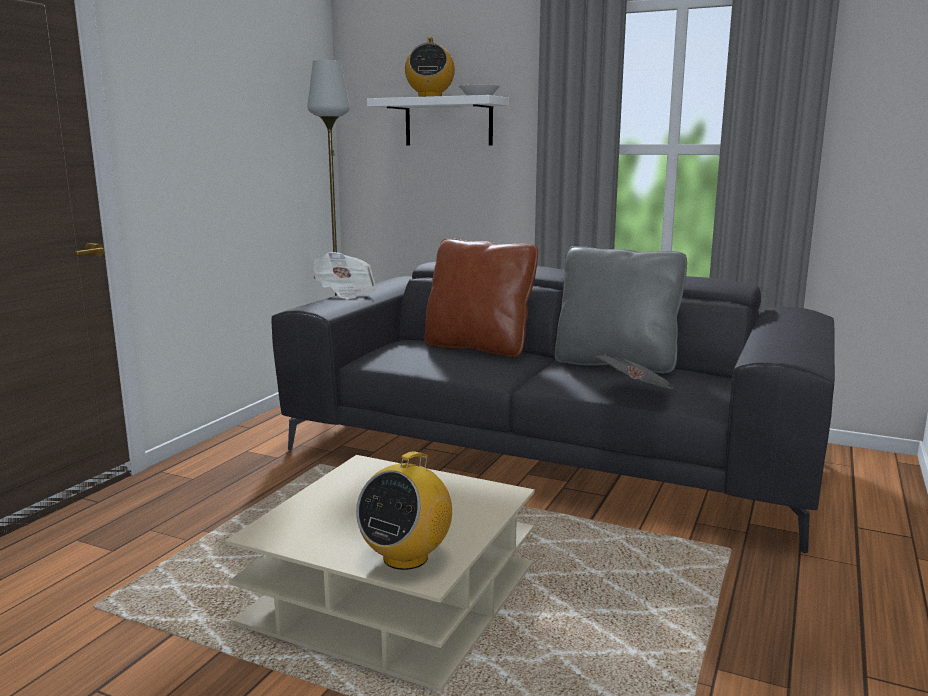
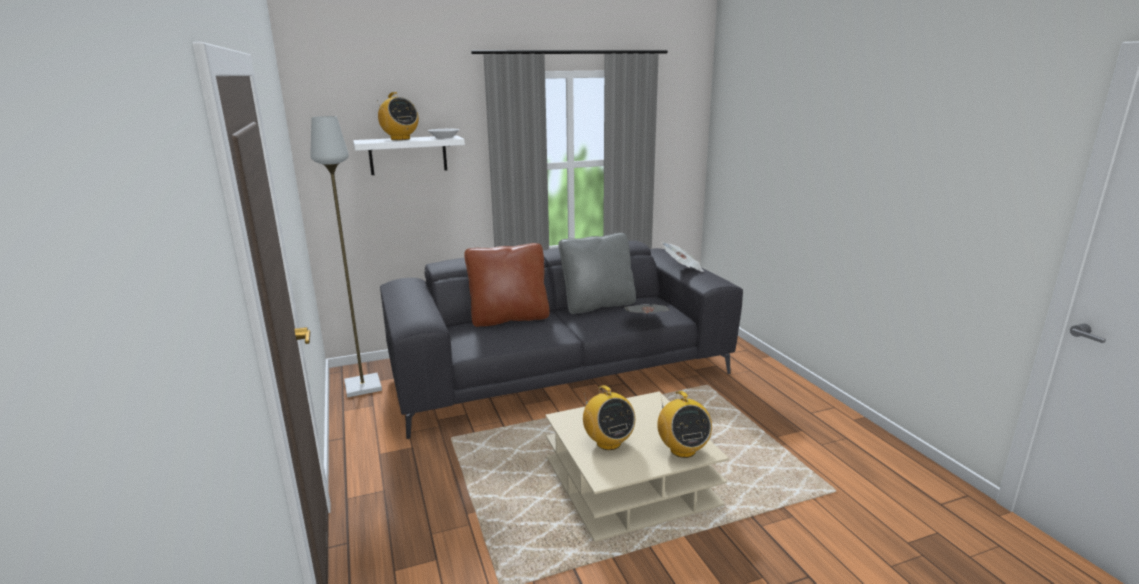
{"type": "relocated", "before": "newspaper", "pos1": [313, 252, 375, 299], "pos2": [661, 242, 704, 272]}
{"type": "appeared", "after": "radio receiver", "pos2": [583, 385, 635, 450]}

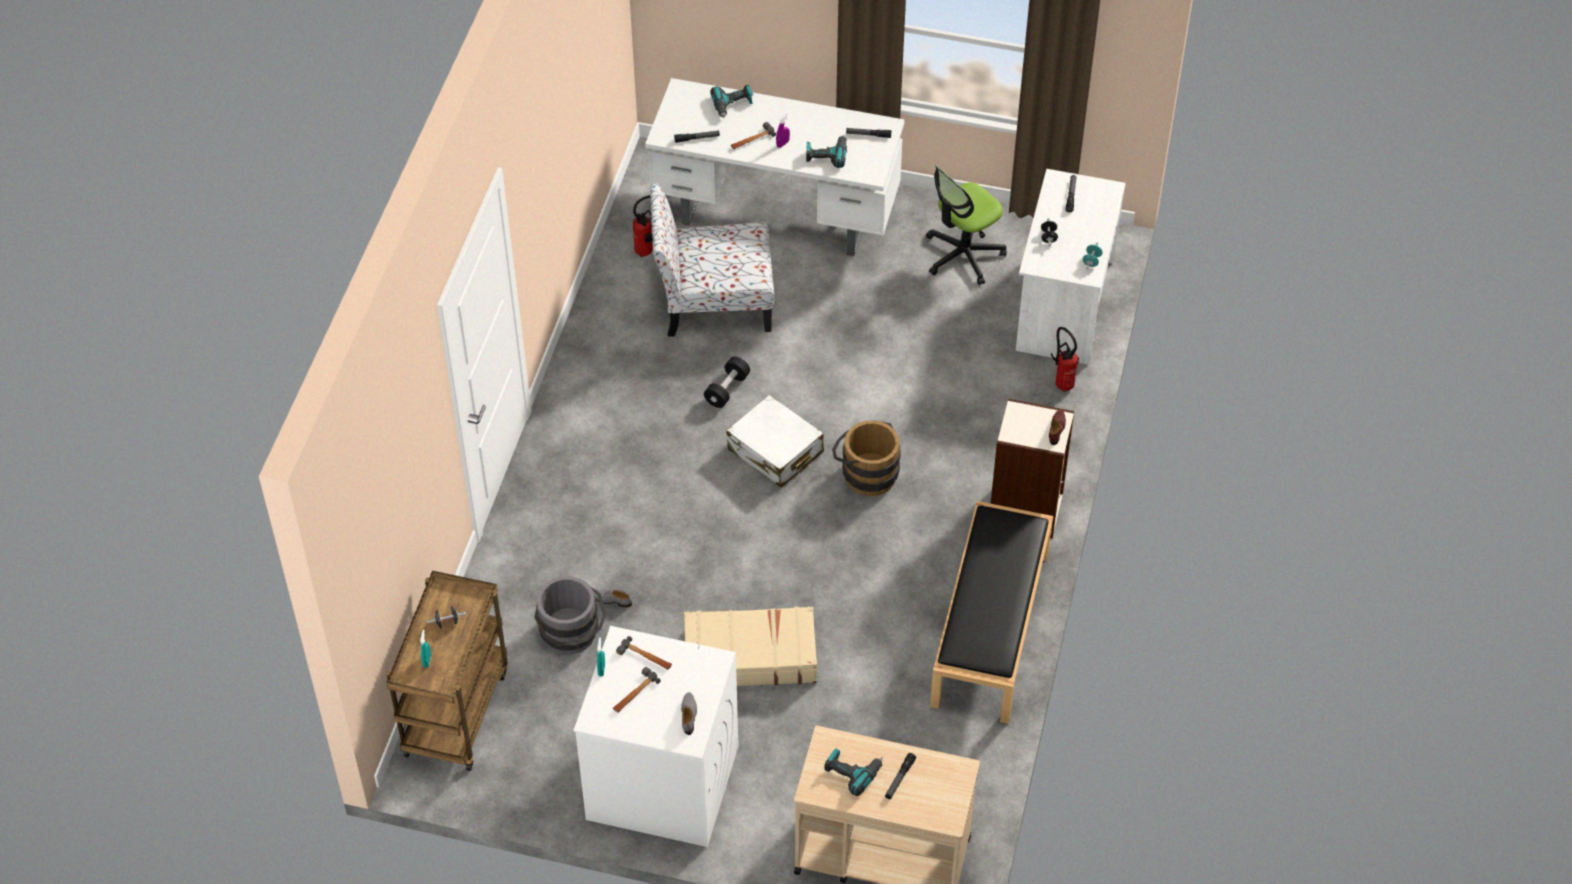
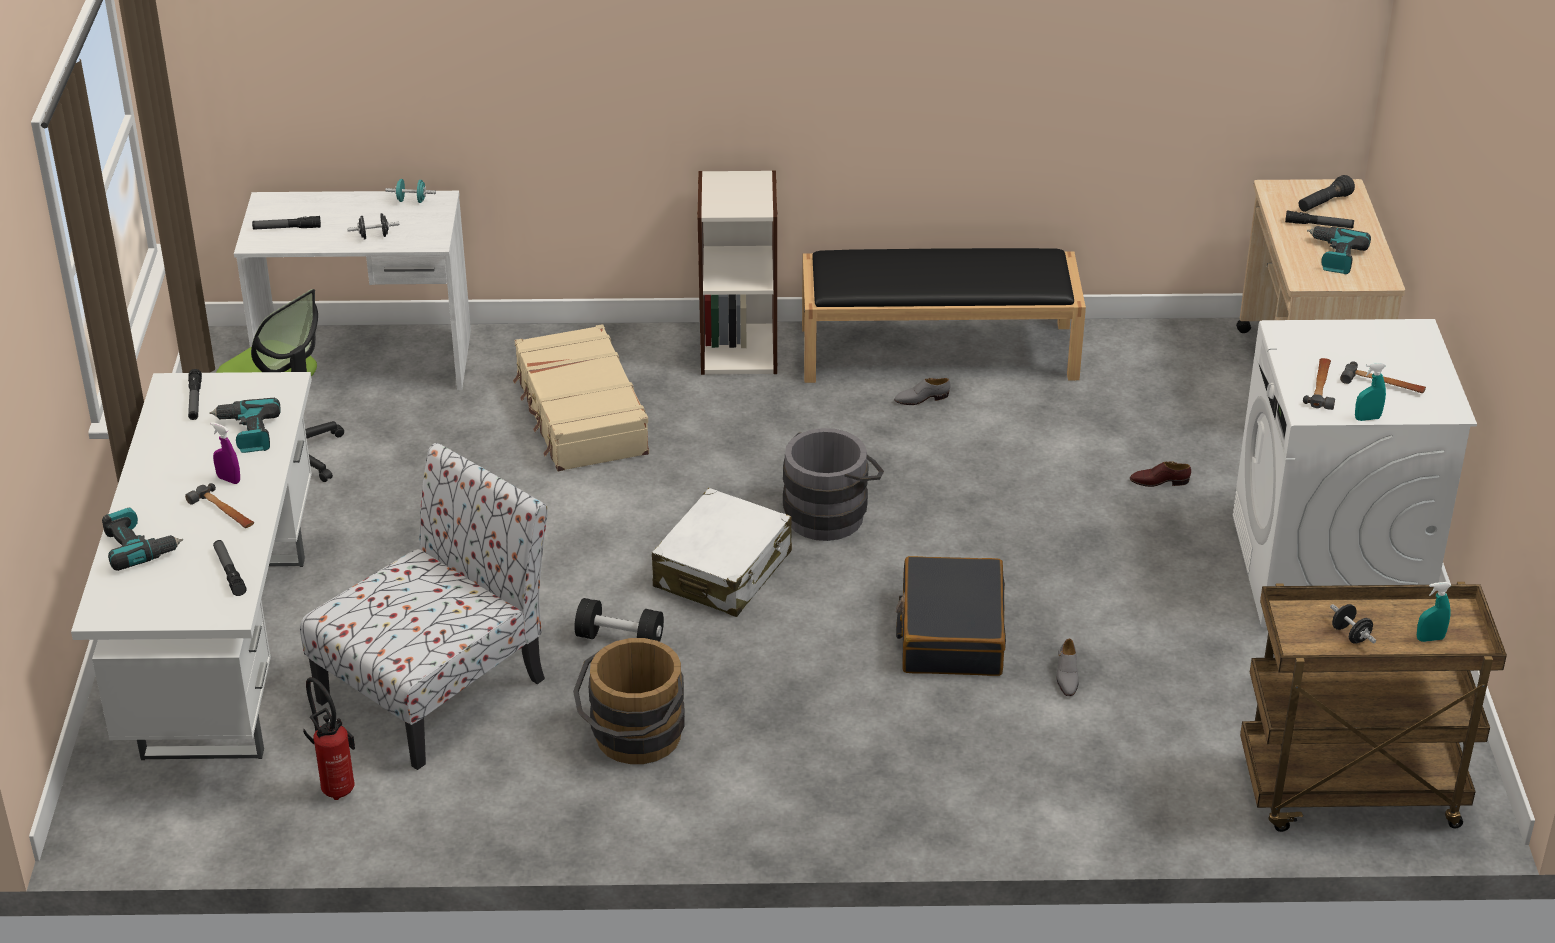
{"type": "spun", "before": "plain chair", "pos1": [650, 183, 774, 337], "pos2": [300, 443, 548, 770], "turn": -120}
{"type": "missing", "before": "fire extinguisher", "pos1": [1051, 327, 1079, 392]}
{"type": "relocated", "before": "brownish item of footwear", "pos1": [1049, 410, 1066, 445], "pos2": [1130, 461, 1191, 487]}
{"type": "relocated", "before": "brownish bucket", "pos1": [832, 420, 901, 496], "pos2": [573, 638, 685, 764]}
{"type": "relocated", "before": "grey bucket", "pos1": [534, 576, 606, 655], "pos2": [783, 428, 884, 541]}
{"type": "relocated", "before": "sand-coloured travel case", "pos1": [684, 606, 817, 686], "pos2": [513, 324, 649, 471]}
{"type": "relocated", "before": "grey item of footwear", "pos1": [681, 692, 697, 735], "pos2": [894, 378, 950, 405]}
{"type": "appeared", "after": "black flashlight", "pos2": [1299, 175, 1355, 212]}
{"type": "appeared", "after": "black travel case", "pos2": [896, 556, 1006, 676]}

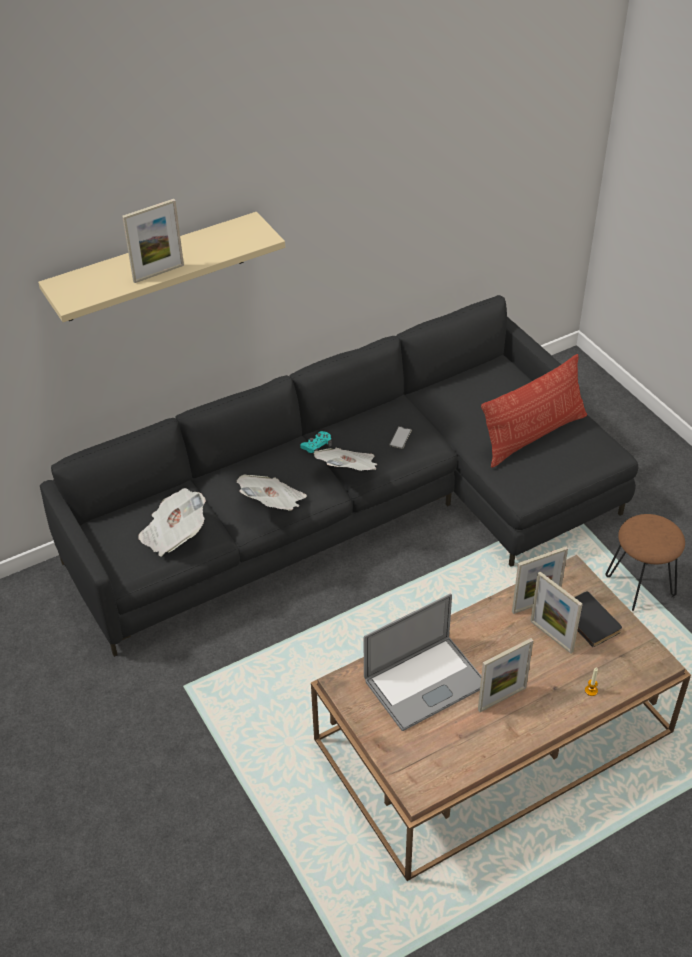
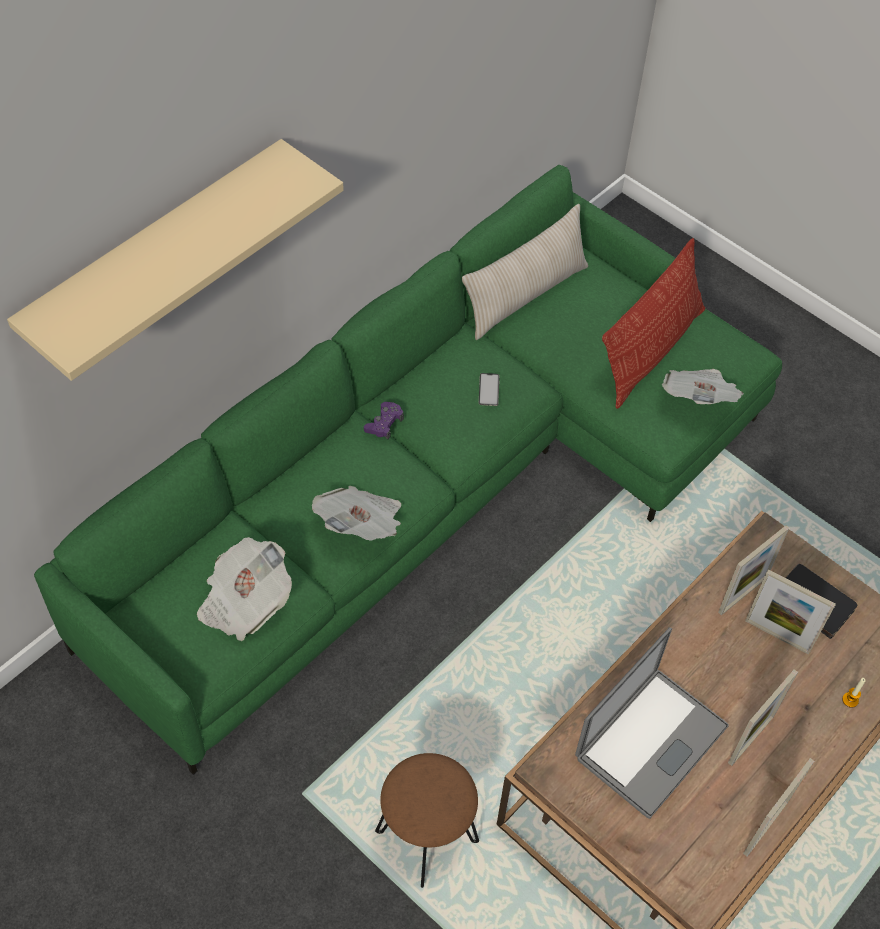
{"type": "relocated", "before": "standing frame", "pos1": [122, 199, 184, 283], "pos2": [743, 758, 814, 856]}
{"type": "colour", "before": "black sofa", "after": "green-coloured sofa", "pos1": [40, 295, 638, 657], "pos2": [34, 165, 782, 775]}
{"type": "colour", "before": "turquoise game controller", "after": "purplish game controller", "pos1": [300, 431, 332, 454], "pos2": [364, 402, 404, 440]}
{"type": "relocated", "before": "newspaper", "pos1": [314, 448, 377, 471], "pos2": [662, 369, 744, 404]}
{"type": "relocated", "before": "brownish stool", "pos1": [605, 514, 685, 611], "pos2": [375, 753, 479, 888]}
{"type": "appeared", "after": "sand-coloured throw pillow", "pos2": [462, 204, 588, 340]}

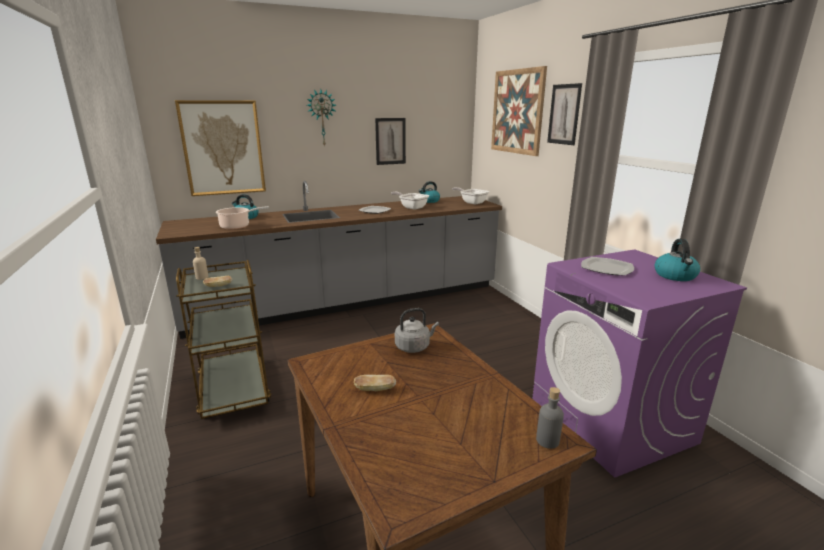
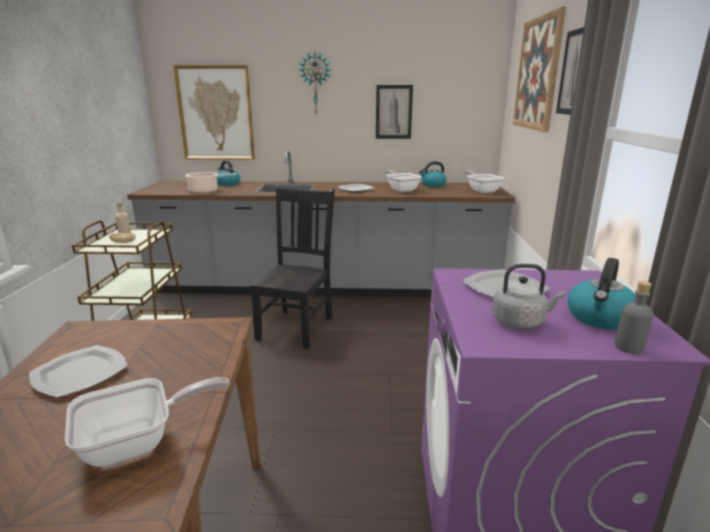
{"type": "relocated", "before": "grey tea kettle", "pos1": [395, 308, 439, 353], "pos2": [492, 264, 565, 329]}
{"type": "exchanged", "before": "baked bread", "after": "plate", "pos1": [354, 375, 396, 391], "pos2": [29, 345, 128, 398]}
{"type": "relocated", "before": "grey bottle", "pos1": [536, 387, 564, 449], "pos2": [615, 281, 653, 354]}
{"type": "appeared", "after": "black plain chair", "pos2": [250, 185, 335, 349]}
{"type": "appeared", "after": "pan", "pos2": [65, 377, 230, 467]}

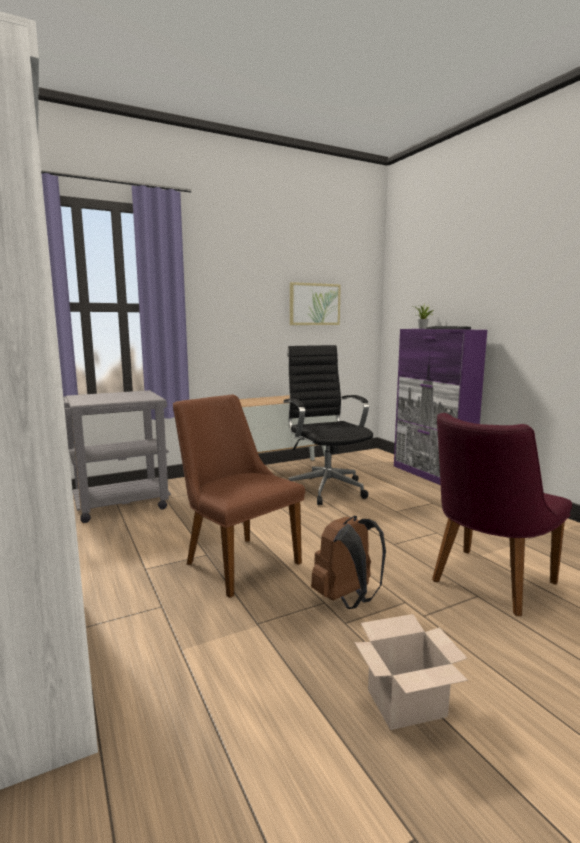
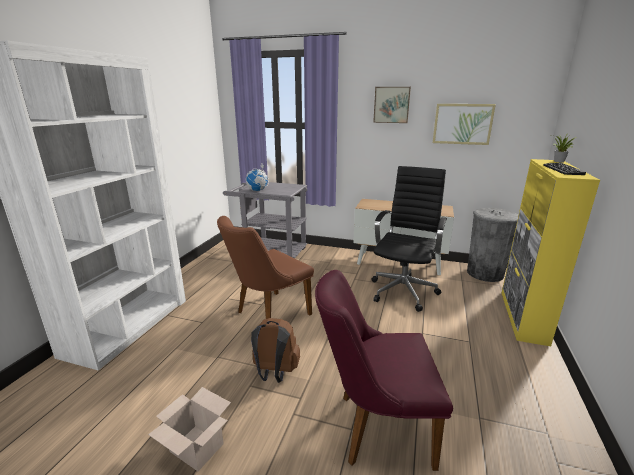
{"type": "colour", "before": "purplish cabinet", "after": "yellow cabinet", "pos1": [394, 329, 487, 485], "pos2": [502, 159, 600, 346]}
{"type": "spun", "before": "brownish plain chair", "pos1": [173, 394, 305, 598], "pos2": [217, 216, 314, 319], "turn": -135}
{"type": "appeared", "after": "wall picture", "pos2": [373, 87, 411, 123]}
{"type": "appeared", "after": "desk globe", "pos2": [246, 163, 269, 191]}
{"type": "appeared", "after": "grey waste bin", "pos2": [467, 208, 519, 282]}

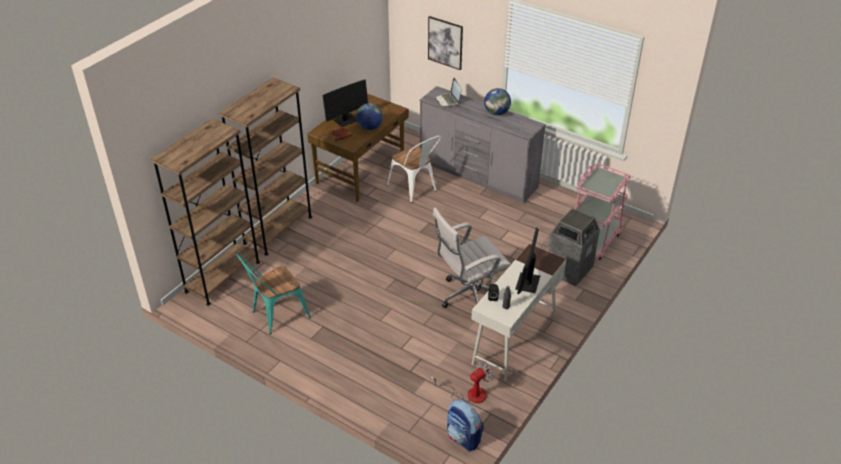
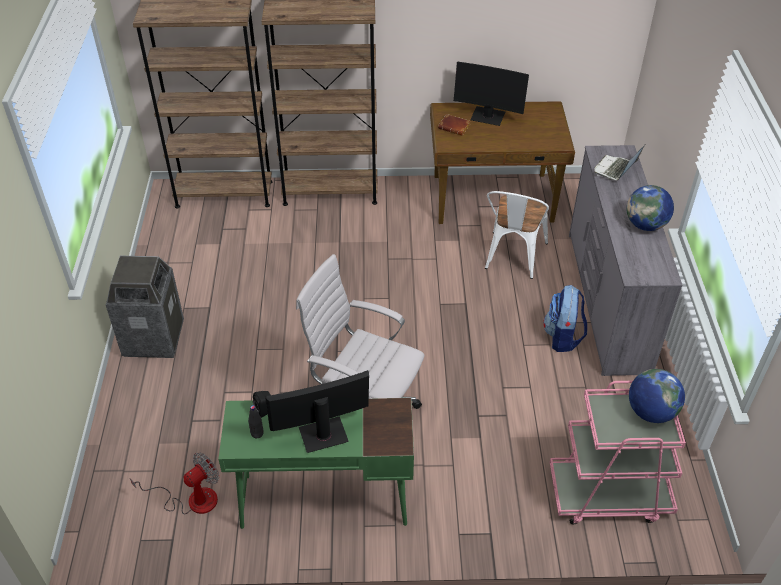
{"type": "missing", "before": "wall picture", "pos1": [428, 16, 463, 70]}
{"type": "relocated", "before": "desk globe", "pos1": [356, 103, 383, 130], "pos2": [629, 369, 685, 423]}
{"type": "relocated", "before": "waste bin", "pos1": [548, 208, 600, 286], "pos2": [106, 255, 184, 358]}
{"type": "colour", "before": "whitish desk", "after": "green-coloured desk", "pos1": [471, 244, 566, 381], "pos2": [218, 398, 414, 529]}
{"type": "missing", "before": "turquoise plain chair", "pos1": [237, 254, 311, 334]}
{"type": "spun", "before": "fan", "pos1": [431, 360, 494, 403], "pos2": [130, 453, 219, 515], "turn": -60}
{"type": "relocated", "before": "knapsack", "pos1": [447, 399, 483, 451], "pos2": [543, 285, 587, 352]}

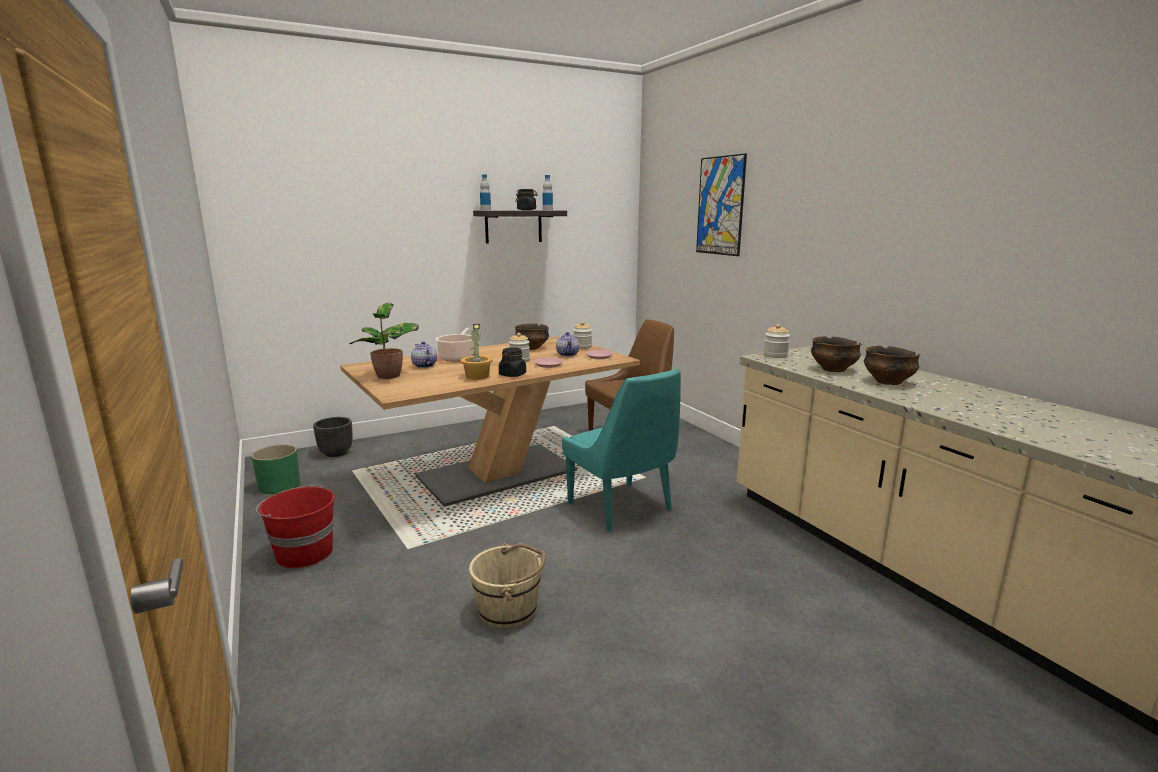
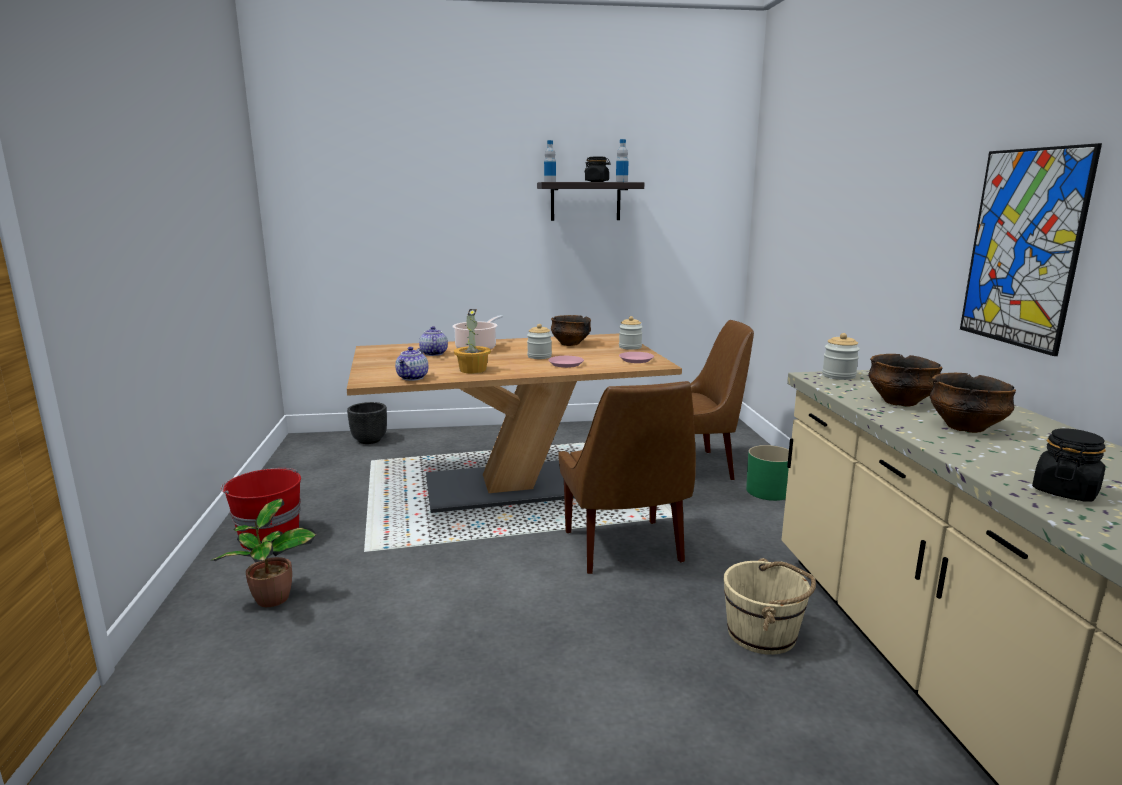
{"type": "relocated", "before": "wall picture", "pos1": [696, 153, 747, 256], "pos2": [960, 143, 1102, 356]}
{"type": "relocated", "before": "plant in a pot", "pos1": [349, 303, 419, 379], "pos2": [212, 499, 317, 607]}
{"type": "relocated", "before": "teapot", "pos1": [556, 332, 579, 357], "pos2": [395, 347, 428, 381]}
{"type": "relocated", "before": "black preserve jar", "pos1": [499, 347, 526, 377], "pos2": [1032, 428, 1106, 502]}
{"type": "colour", "before": "turquoise plain chair", "after": "brownish plain chair", "pos1": [562, 369, 681, 532], "pos2": [559, 381, 696, 574]}
{"type": "relocated", "before": "green-coloured planter", "pos1": [251, 445, 300, 494], "pos2": [746, 445, 789, 501]}
{"type": "relocated", "before": "sand-coloured bucket", "pos1": [469, 543, 546, 628], "pos2": [724, 558, 816, 655]}

